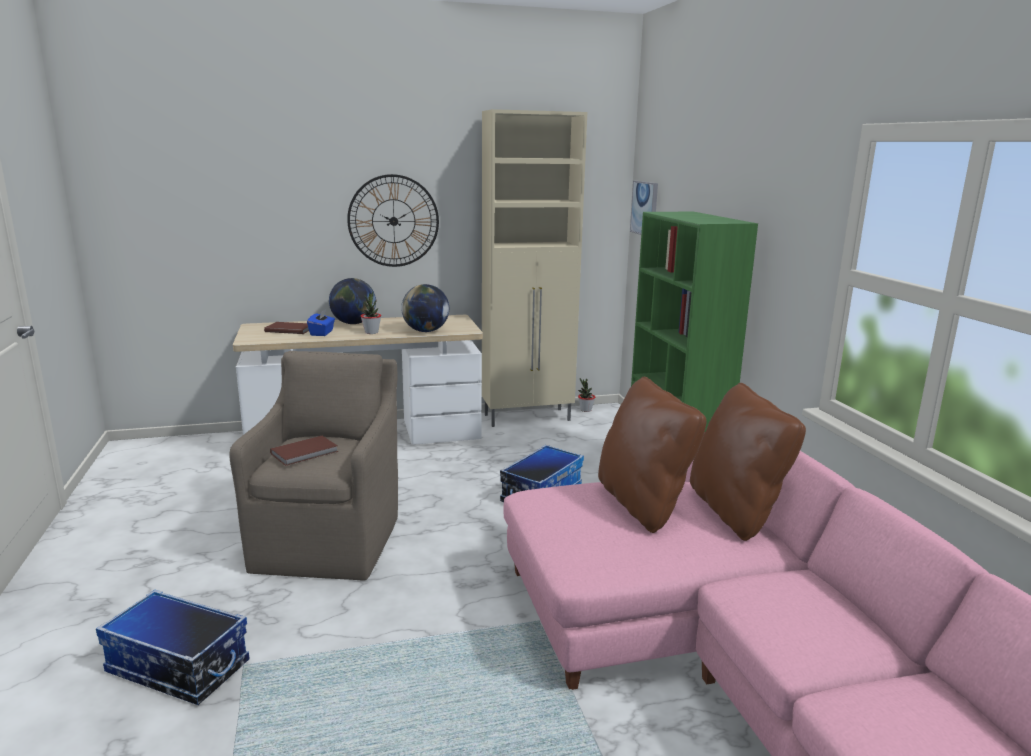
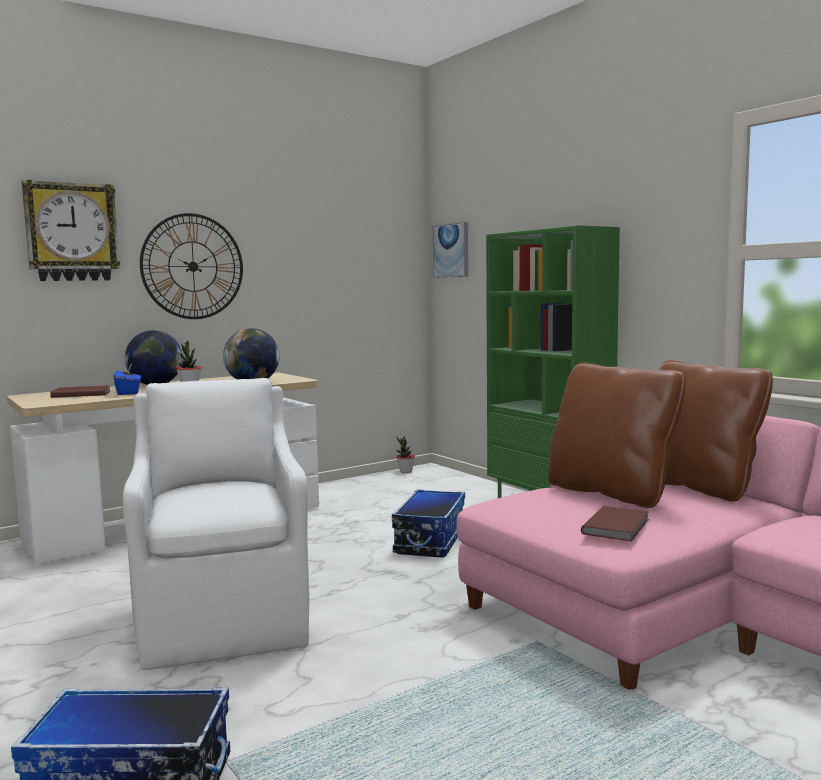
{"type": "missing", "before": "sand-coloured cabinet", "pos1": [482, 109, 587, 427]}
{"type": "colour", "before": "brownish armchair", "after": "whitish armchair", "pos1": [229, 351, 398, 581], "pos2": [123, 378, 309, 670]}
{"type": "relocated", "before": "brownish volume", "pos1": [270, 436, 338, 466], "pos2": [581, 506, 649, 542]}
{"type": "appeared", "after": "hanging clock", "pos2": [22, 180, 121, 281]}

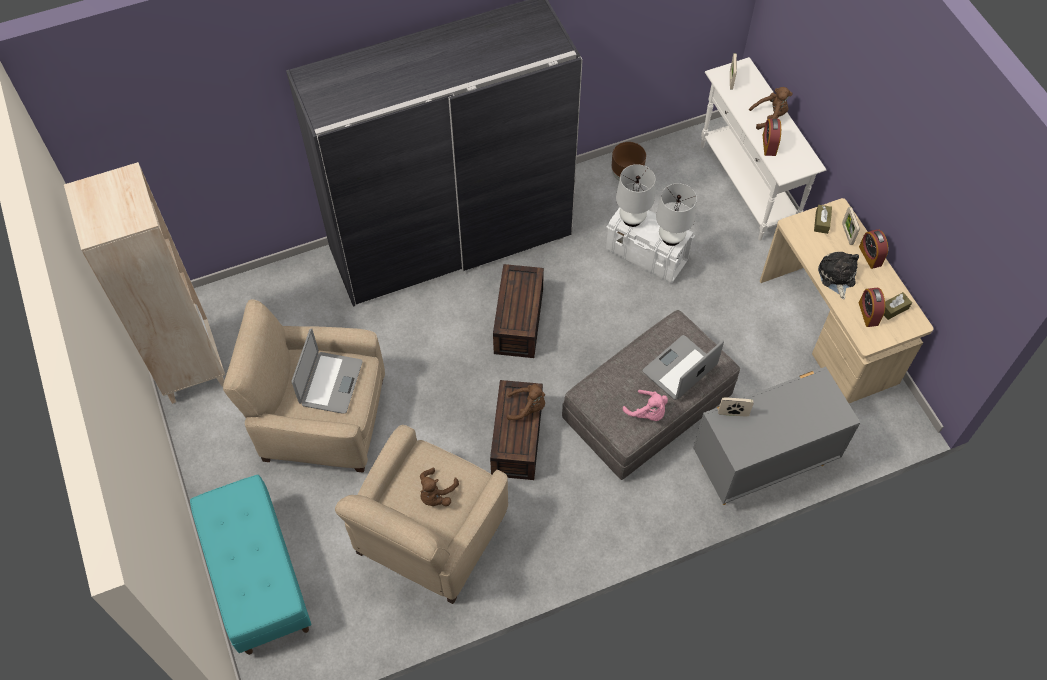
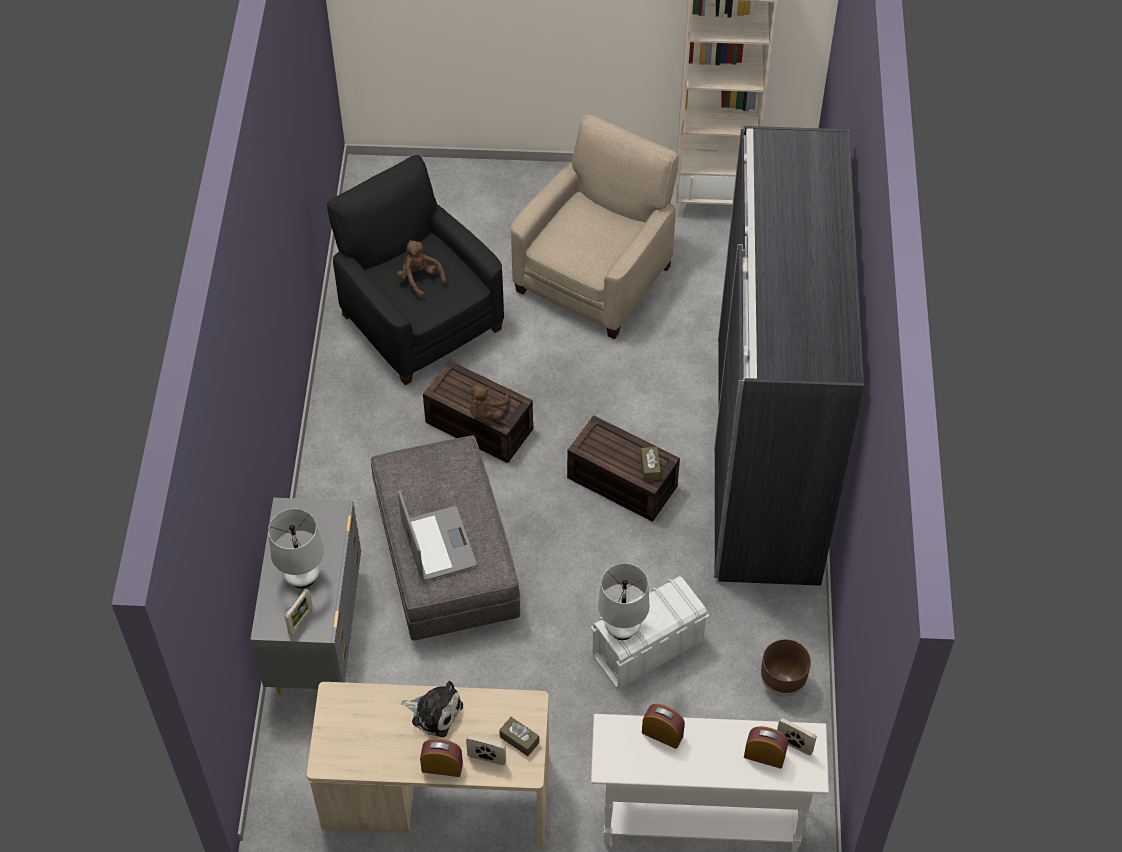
{"type": "missing", "before": "brownish plush toy", "pos1": [749, 87, 792, 130]}
{"type": "relocated", "before": "whitish tabletop lamp", "pos1": [616, 164, 655, 227], "pos2": [268, 509, 324, 589]}
{"type": "relocated", "before": "table clock", "pos1": [859, 288, 885, 327], "pos2": [744, 726, 788, 769]}
{"type": "relocated", "before": "brownish tissue box", "pos1": [884, 292, 912, 320], "pos2": [641, 447, 661, 481]}
{"type": "missing", "before": "notebook computer", "pos1": [291, 329, 363, 414]}
{"type": "missing", "before": "pink plush toy", "pos1": [623, 390, 668, 421]}
{"type": "relocated", "before": "standing frame", "pos1": [718, 397, 754, 417], "pos2": [285, 589, 313, 635]}
{"type": "colour", "before": "sand-coloured armchair", "after": "black armchair", "pos1": [335, 425, 508, 604], "pos2": [327, 155, 504, 385]}
{"type": "missing", "before": "turquoise indoor bench", "pos1": [190, 475, 311, 655]}

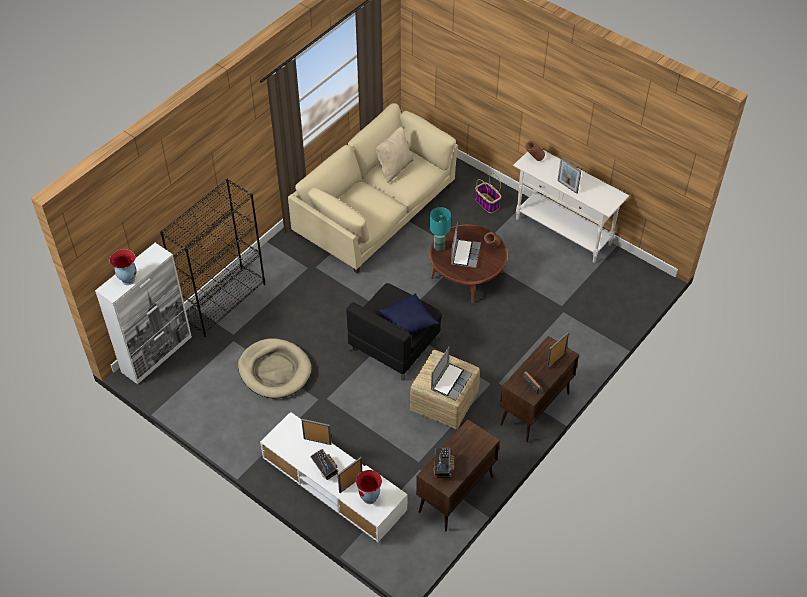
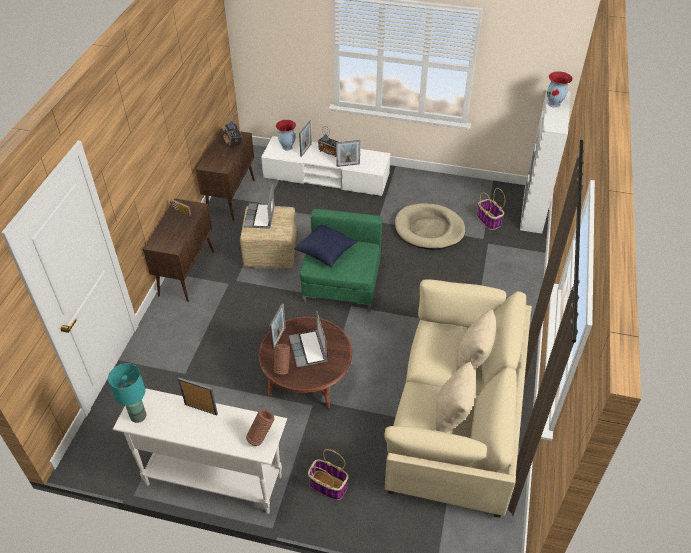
{"type": "missing", "before": "black bookcase", "pos1": [160, 178, 265, 337]}
{"type": "relocated", "before": "turquoise tabletop lamp", "pos1": [430, 207, 451, 251], "pos2": [108, 363, 146, 423]}
{"type": "colour", "before": "black armchair", "after": "green-coloured armchair", "pos1": [346, 283, 442, 381], "pos2": [300, 209, 383, 312]}
{"type": "relocated", "before": "standing frame", "pos1": [546, 332, 569, 369], "pos2": [270, 303, 286, 350]}
{"type": "appeared", "after": "basket", "pos2": [477, 188, 505, 230]}
{"type": "appeared", "after": "sand-coloured throw pillow", "pos2": [456, 310, 496, 371]}

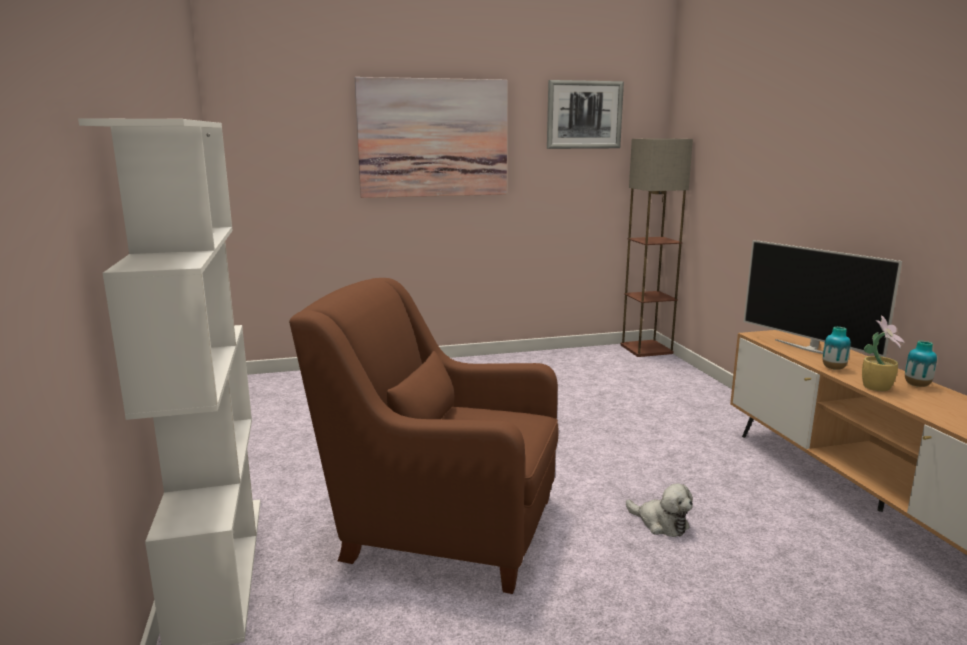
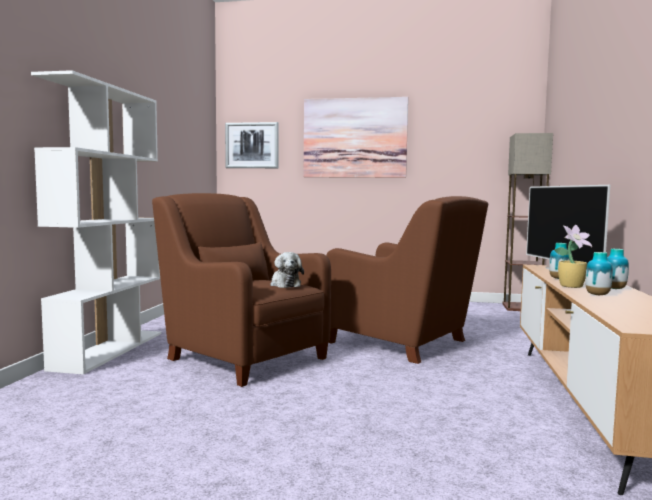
{"type": "relocated", "before": "wall picture", "pos1": [547, 80, 624, 149], "pos2": [225, 122, 279, 168]}
{"type": "relocated", "before": "plush toy", "pos1": [626, 483, 693, 537], "pos2": [270, 252, 304, 288]}
{"type": "appeared", "after": "brownish armchair", "pos2": [326, 196, 488, 364]}
{"type": "appeared", "after": "decorative vase", "pos2": [585, 252, 613, 295]}

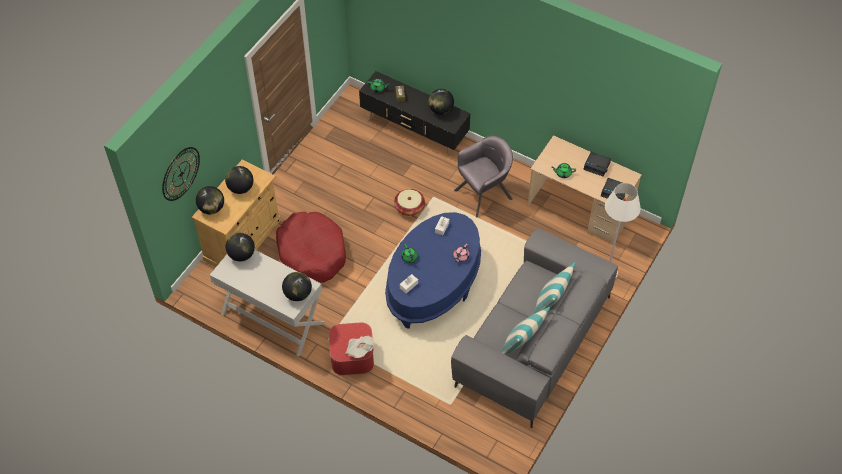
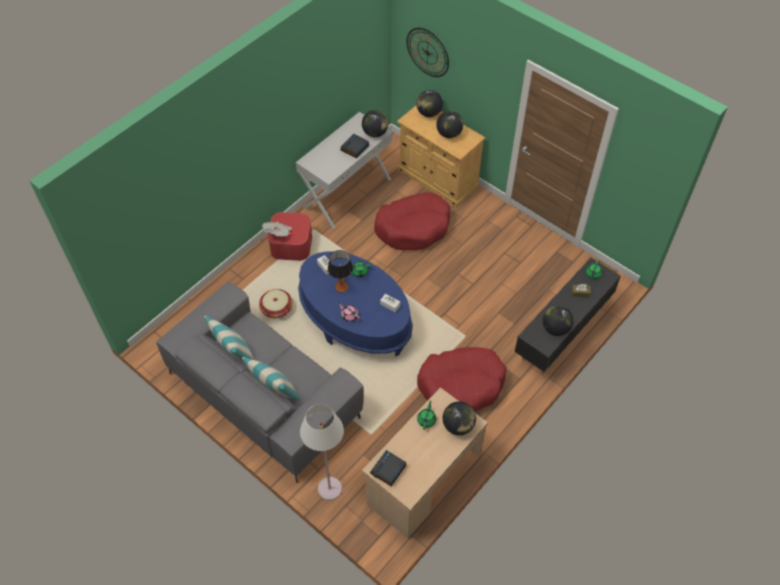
{"type": "exchanged", "before": "grey armchair", "after": "reddish dog cushion", "pos1": [454, 136, 513, 218], "pos2": [417, 347, 507, 412]}
{"type": "relocated", "before": "table clock", "pos1": [583, 152, 611, 177], "pos2": [340, 134, 369, 159]}
{"type": "relocated", "before": "basket", "pos1": [394, 189, 425, 216], "pos2": [259, 289, 293, 318]}
{"type": "relocated", "before": "desk globe", "pos1": [282, 272, 312, 301], "pos2": [443, 401, 476, 435]}
{"type": "appeared", "after": "tabletop lamp", "pos2": [328, 250, 353, 293]}

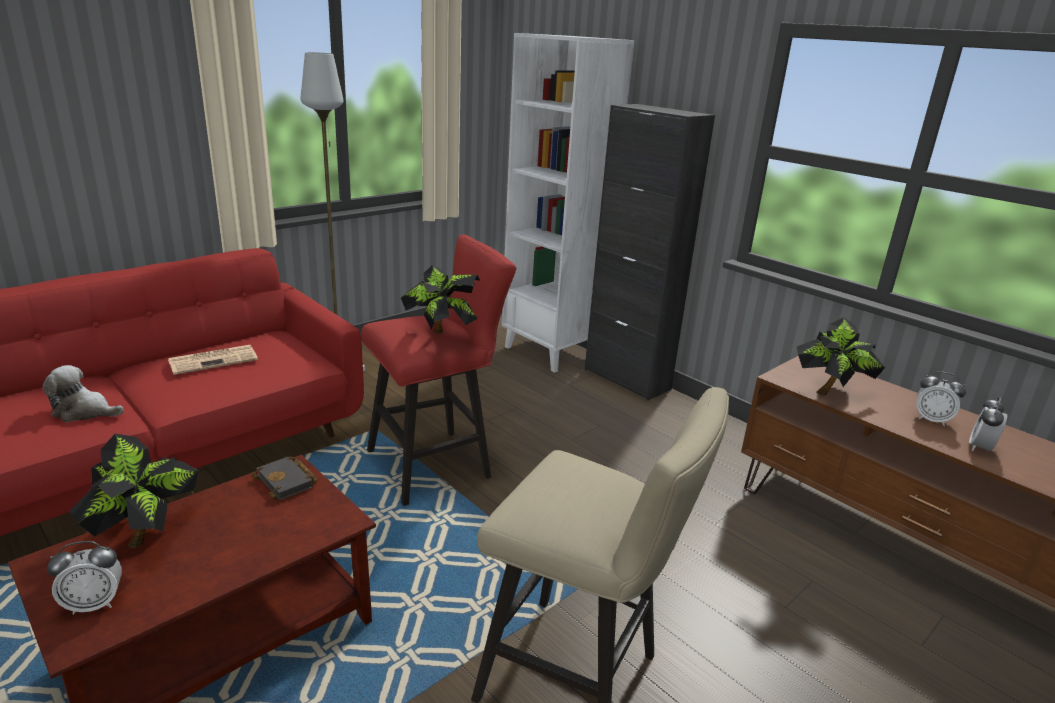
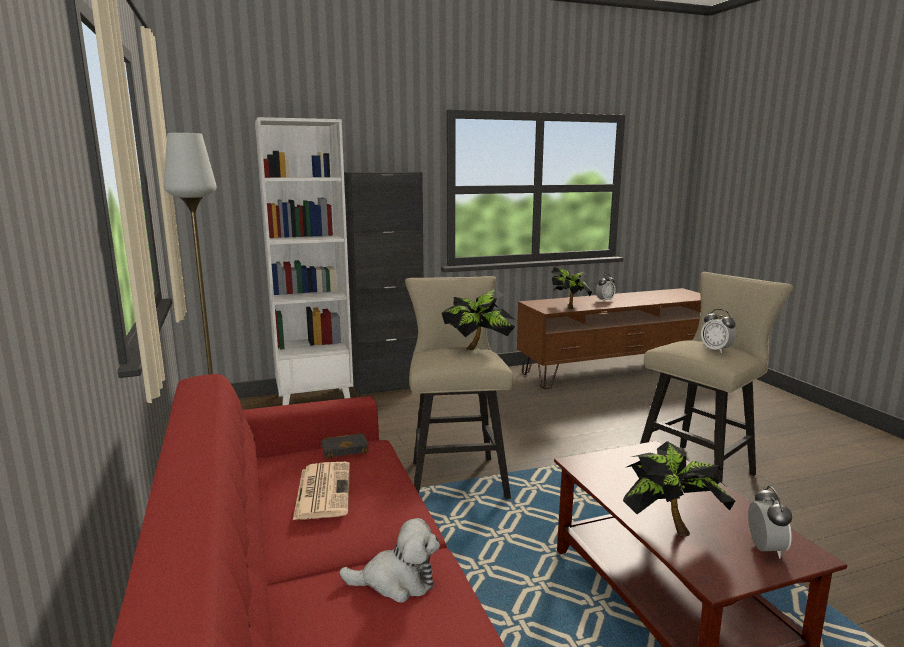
{"type": "colour", "before": "reddish stool", "after": "sand-coloured stool", "pos1": [361, 235, 516, 506], "pos2": [405, 276, 513, 499]}
{"type": "spun", "before": "plush toy", "pos1": [43, 365, 124, 422], "pos2": [339, 518, 440, 602], "turn": -120}
{"type": "relocated", "before": "table clock", "pos1": [969, 397, 1007, 451], "pos2": [701, 309, 736, 353]}
{"type": "relocated", "before": "black volume", "pos1": [252, 456, 318, 500], "pos2": [322, 432, 369, 459]}

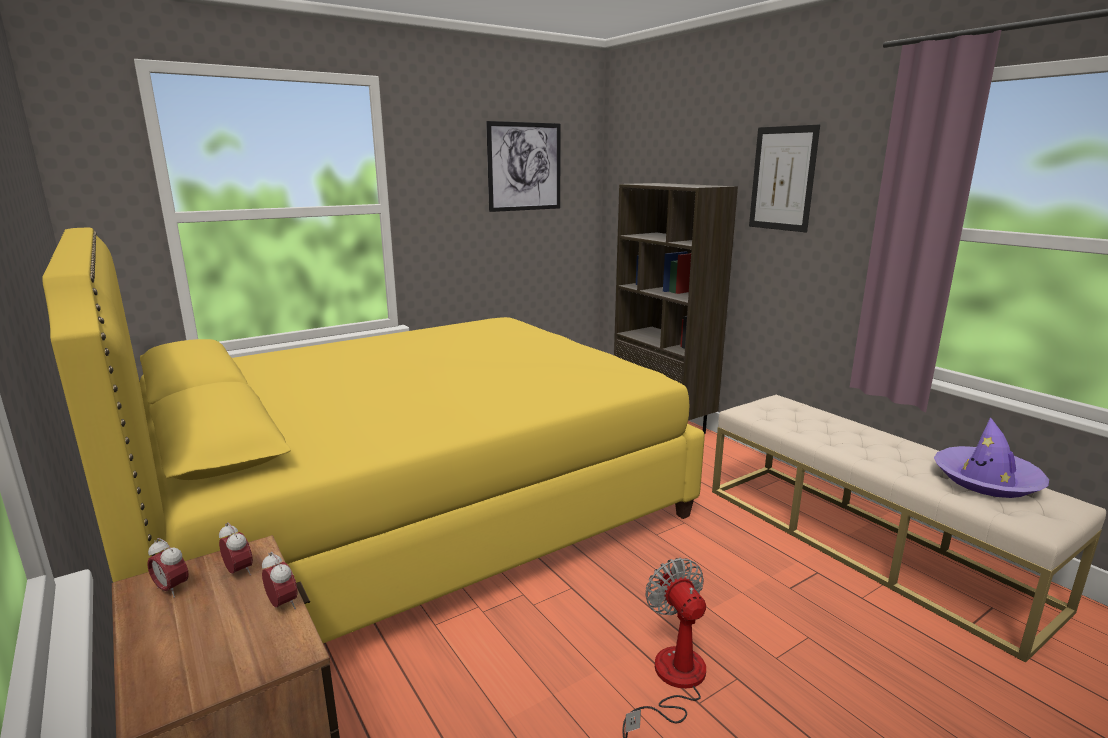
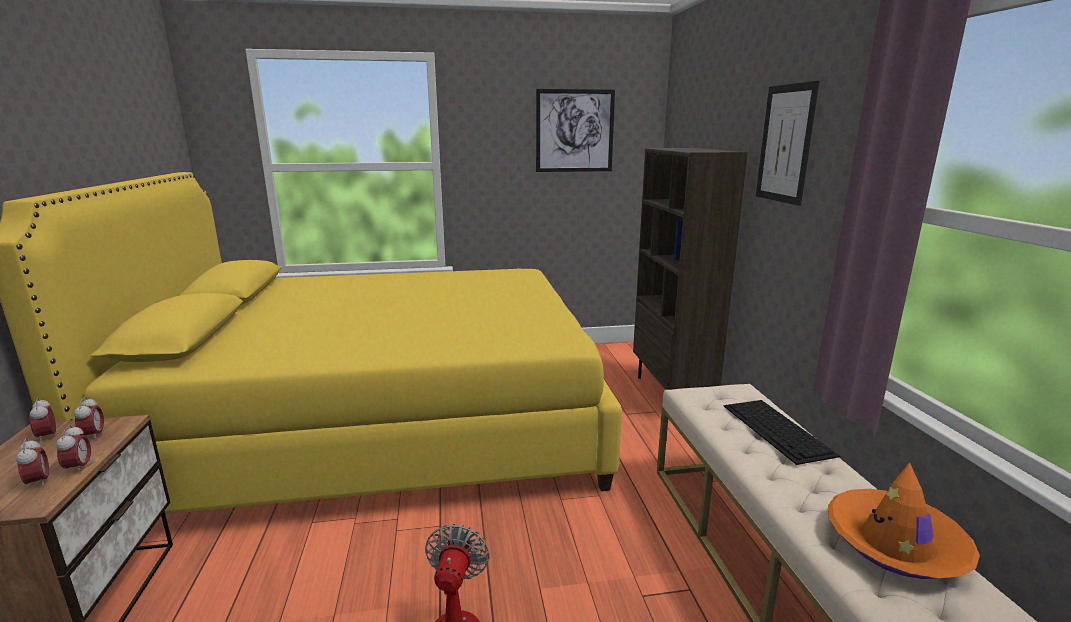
{"type": "colour", "before": "purplish wearable hat", "after": "orange-coloured wearable hat", "pos1": [934, 417, 1049, 498], "pos2": [828, 462, 980, 579]}
{"type": "appeared", "after": "keyboard", "pos2": [724, 400, 841, 465]}
{"type": "appeared", "after": "table clock", "pos2": [16, 438, 49, 487]}

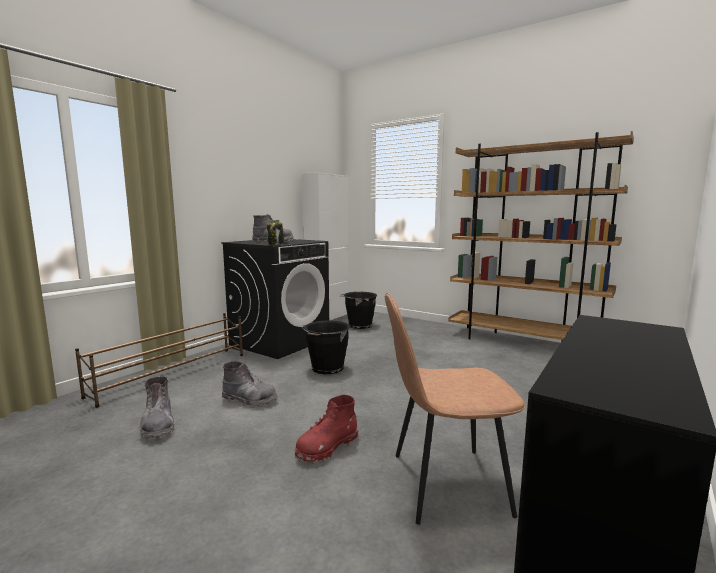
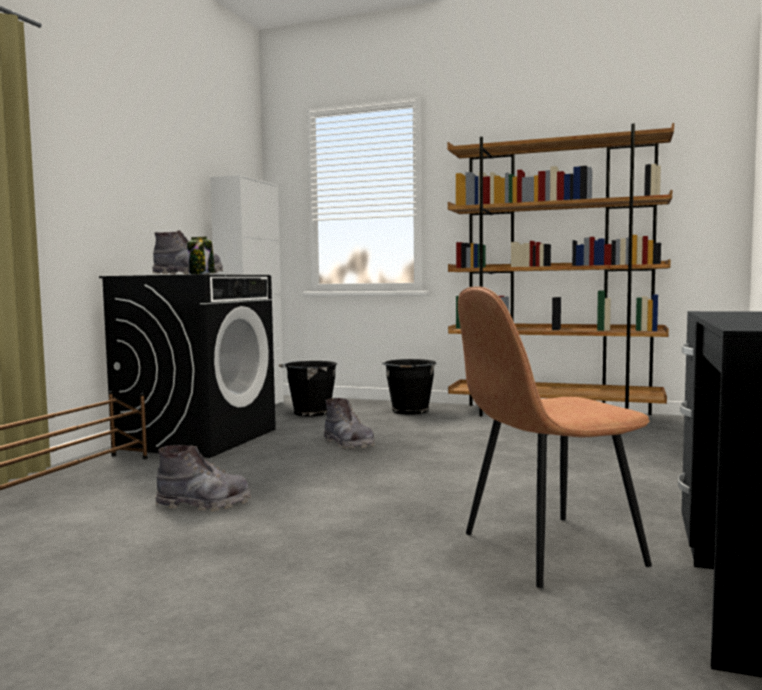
{"type": "relocated", "before": "black bucket", "pos1": [302, 320, 350, 374], "pos2": [381, 359, 437, 414]}
{"type": "relocated", "before": "grey boot", "pos1": [140, 376, 174, 440], "pos2": [324, 398, 375, 449]}
{"type": "missing", "before": "reddish boot", "pos1": [294, 395, 359, 464]}

